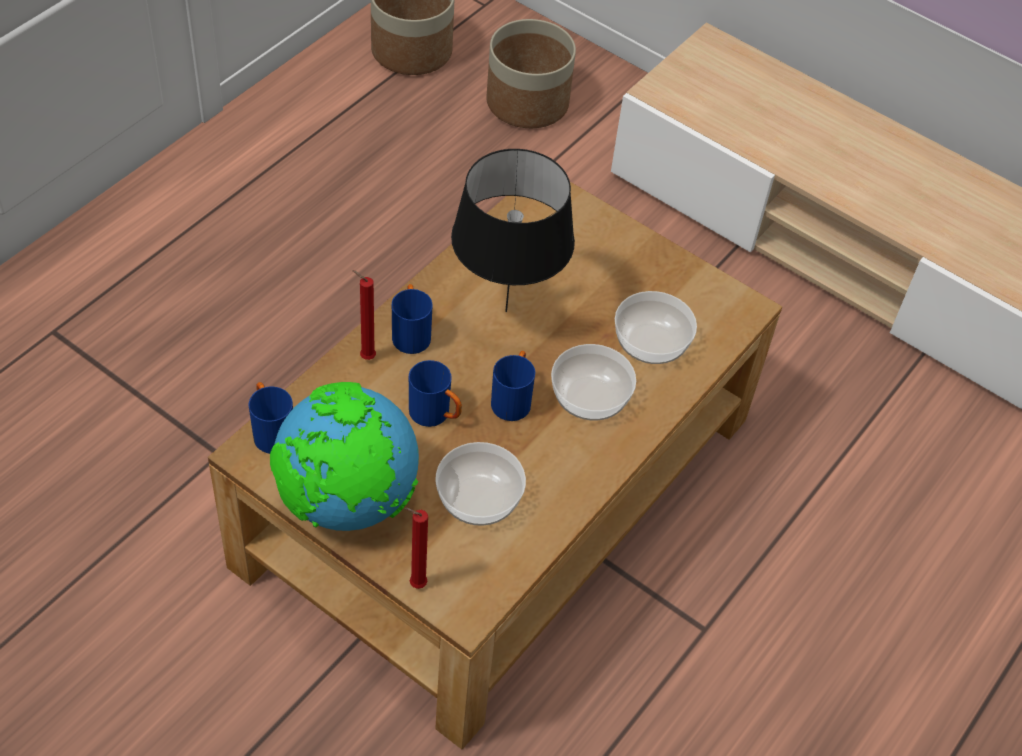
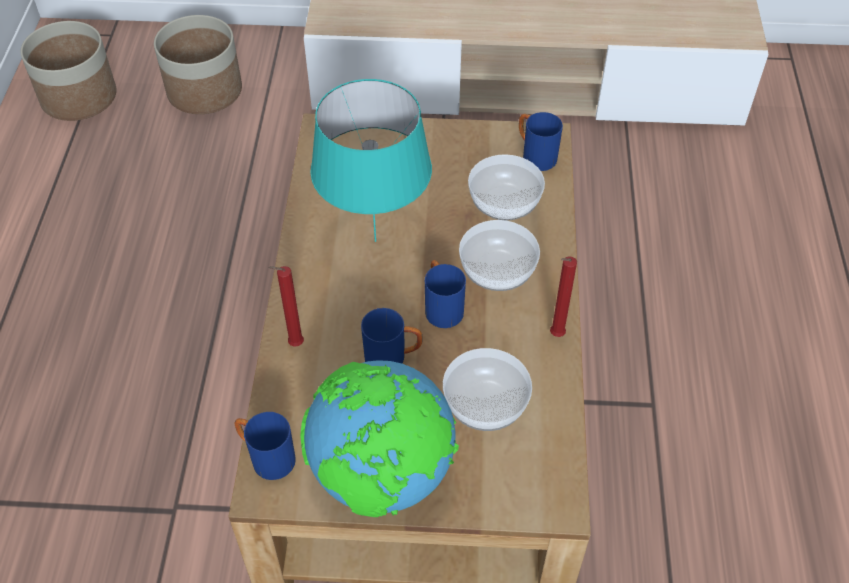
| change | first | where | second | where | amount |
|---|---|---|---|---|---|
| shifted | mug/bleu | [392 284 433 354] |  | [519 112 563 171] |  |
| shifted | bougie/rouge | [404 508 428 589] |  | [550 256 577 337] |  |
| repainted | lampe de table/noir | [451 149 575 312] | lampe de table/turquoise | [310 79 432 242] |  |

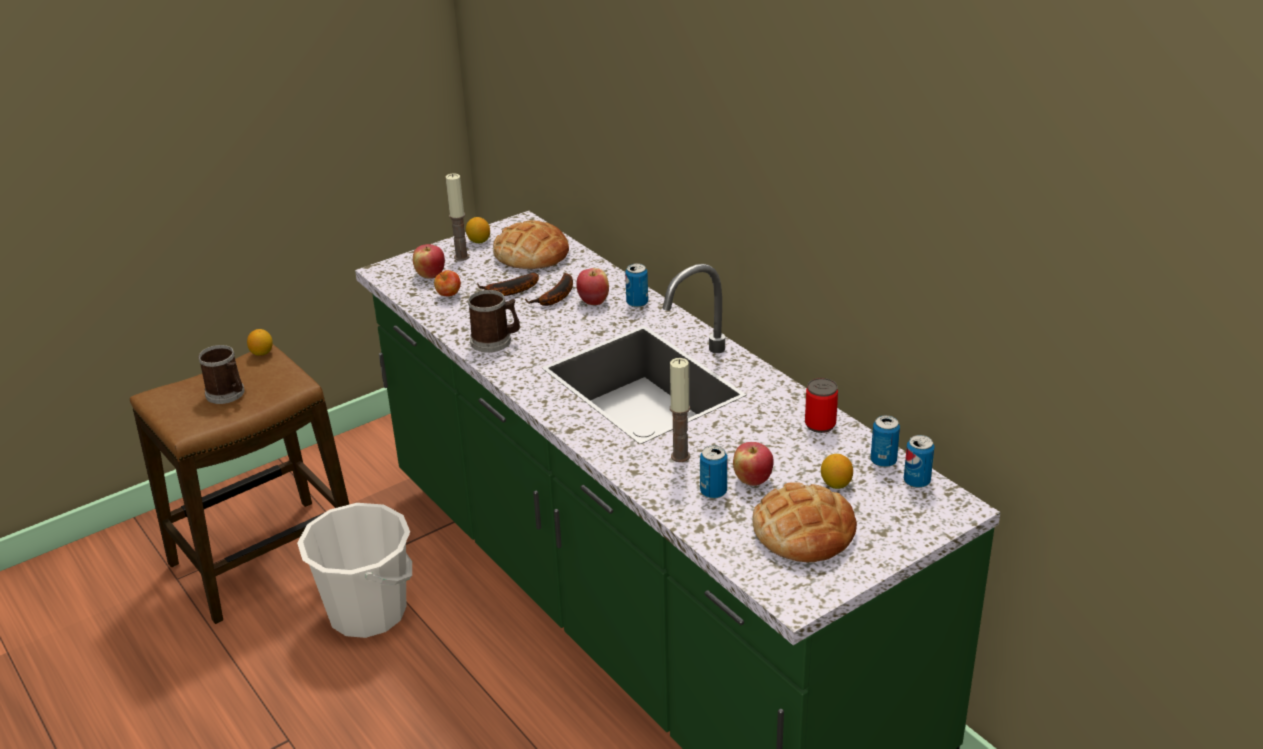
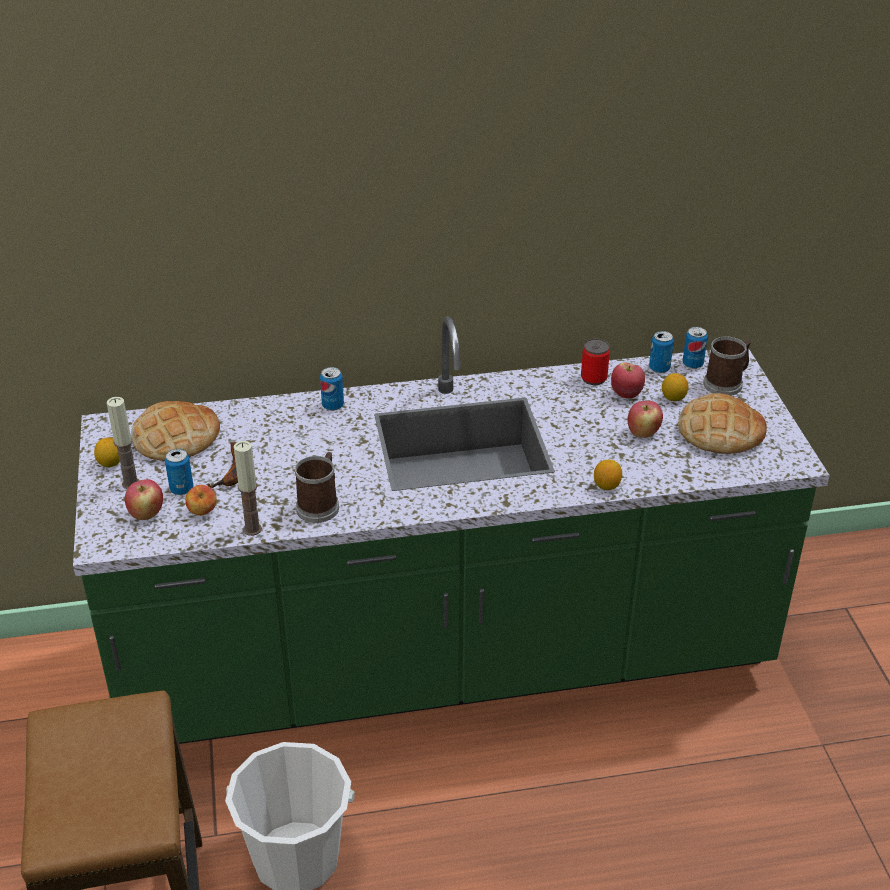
| change | first | where | second | where | amount |
|---|---|---|---|---|---|
| gone | banane | [524 273 573 306] |  |  |  |
| shifted | mug | [198 345 244 404] |  | [704 337 751 396] |  |
| shifted | citron | [247 329 273 356] |  | [594 460 622 490] |  |
| shifted | pomme | [576 268 609 305] |  | [611 362 645 399] |  |
| shifted | bougie | [670 358 690 462] |  | [234 441 262 536] |  |
| shifted | boîte métallique | [700 445 727 499] |  | [165 449 194 495] |  |

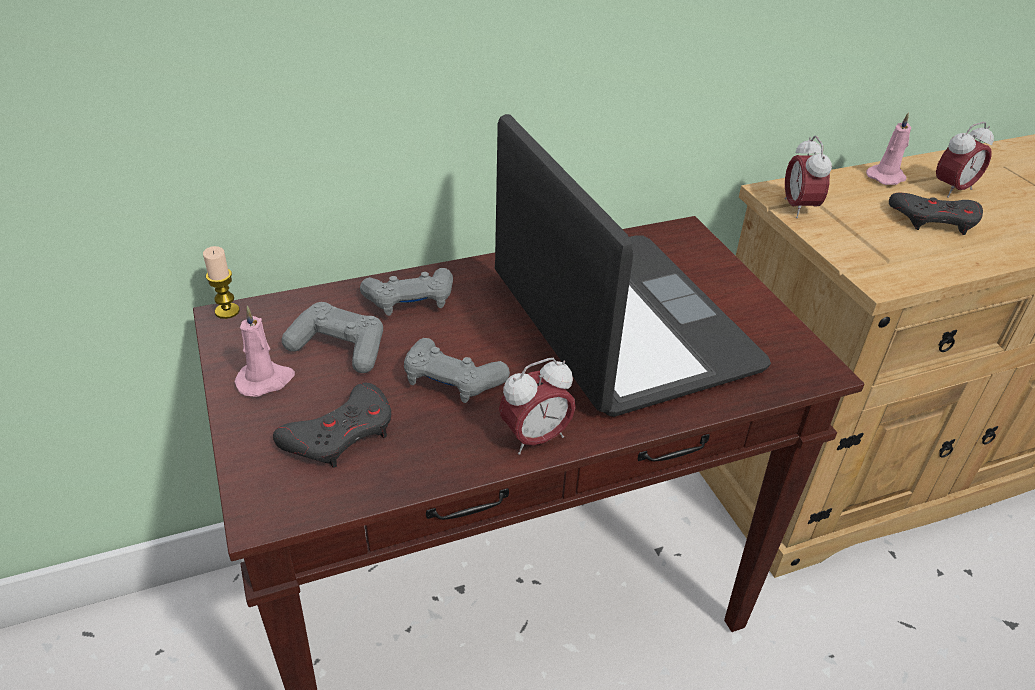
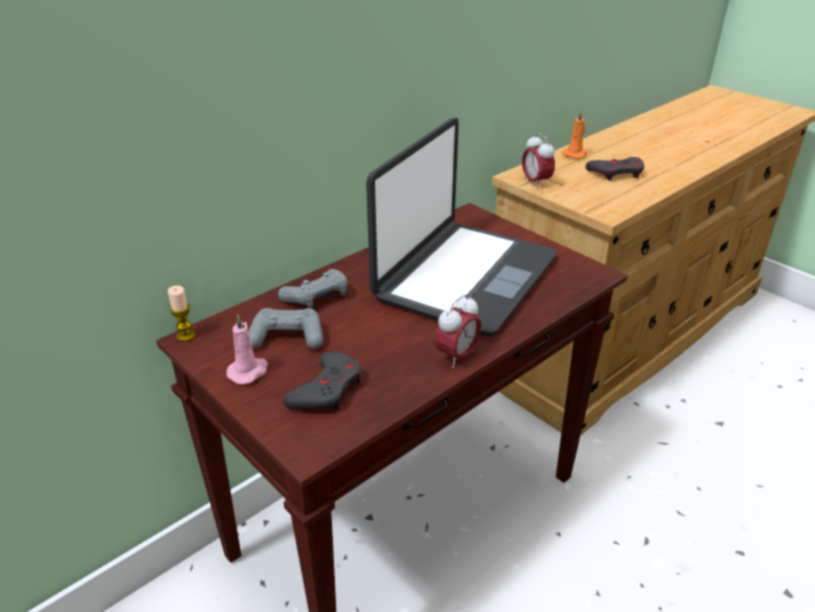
| change | first | where | second | where | amount |
|---|---|---|---|---|---|
| gone | manette/gris | [404 338 510 403] |  |  |  |
| gone | réveil | [936 122 994 198] |  |  |  |
| repainted | bougie/rose | [866 112 911 185] | bougie/orange | [562 111 587 159] |  |
| rotated | ordinateur portable | [495 114 771 417] |  | [366 118 557 336] | 75 degrees clockwise |

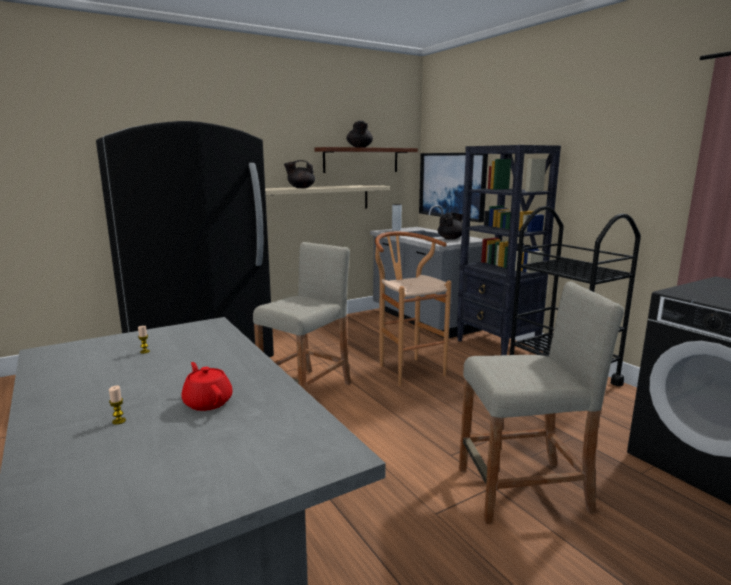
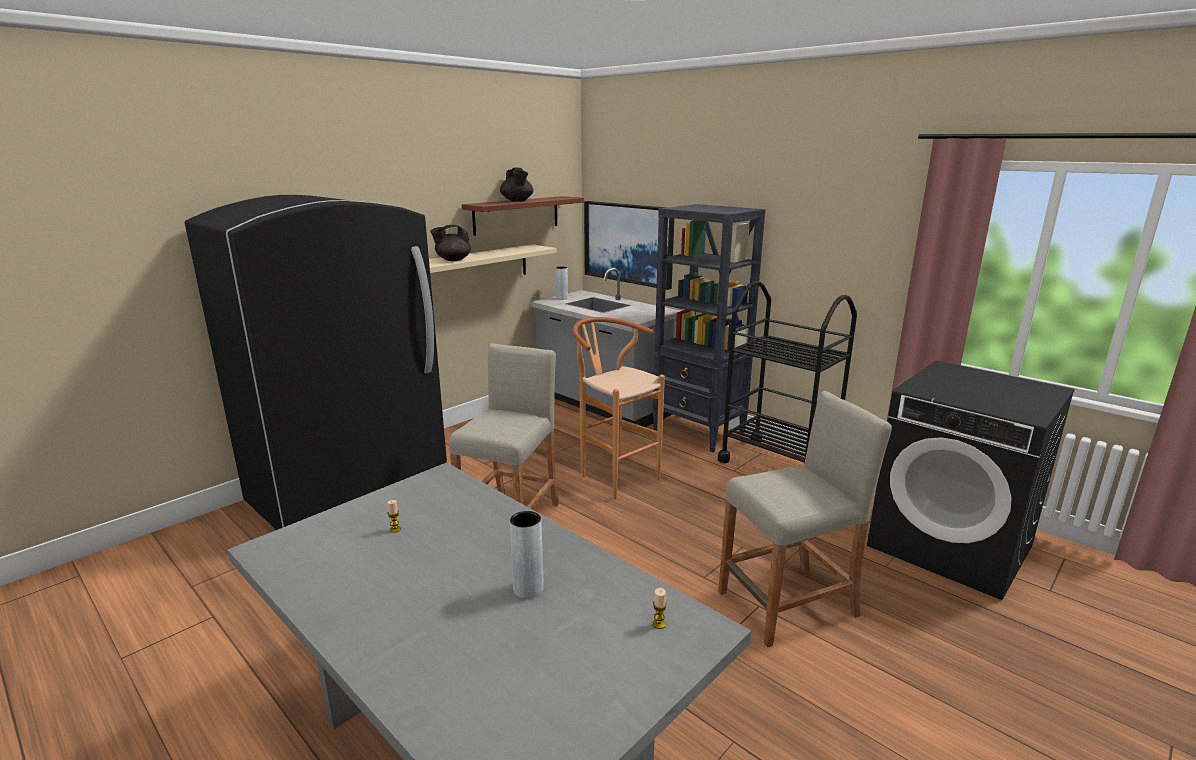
| change | first | where | second | where | amount |
|---|---|---|---|---|---|
| gone | théière/noir | [438 212 463 240] |  |  |  |
| shifted | bougie | [109 385 126 425] |  | [652 588 667 629] |  |
| swapped | théière/rouge | [181 362 232 411] | vase/gris | [510 511 544 599] |  |

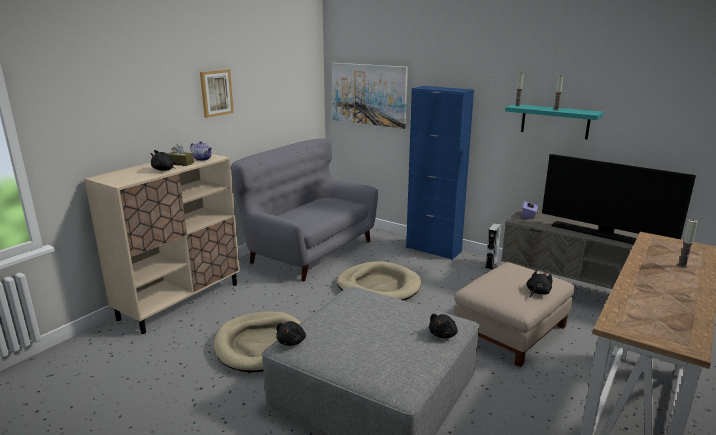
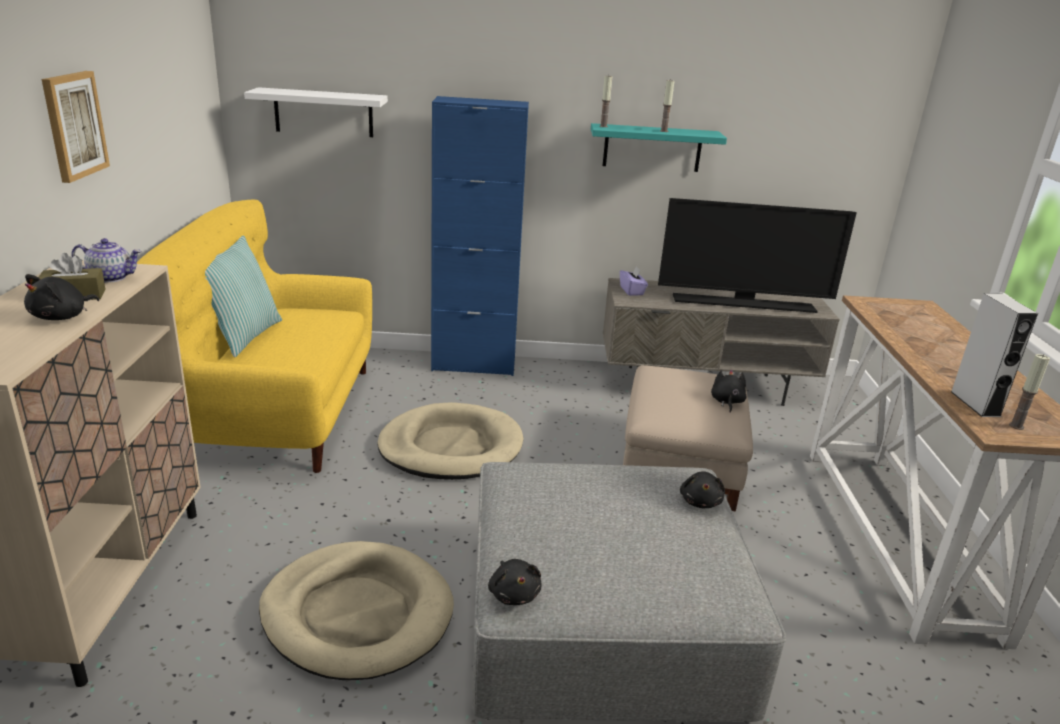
| change | first | where | second | where | amount |
|---|---|---|---|---|---|
| new |  |  | coussin | [205 235 282 357] |  |
| shifted | enceinte/gris | [485 223 501 270] |  | [951 293 1038 417] |  |
| shifted | bougie | [678 220 698 268] |  | [1009 354 1050 430] |  |
| swapped | tableau | [332 63 408 129] | étagère/blanc | [244 87 388 137] |  |
| repainted | canapé/gris | [231 138 378 282] | canapé/jaune | [137 200 372 473] |  |

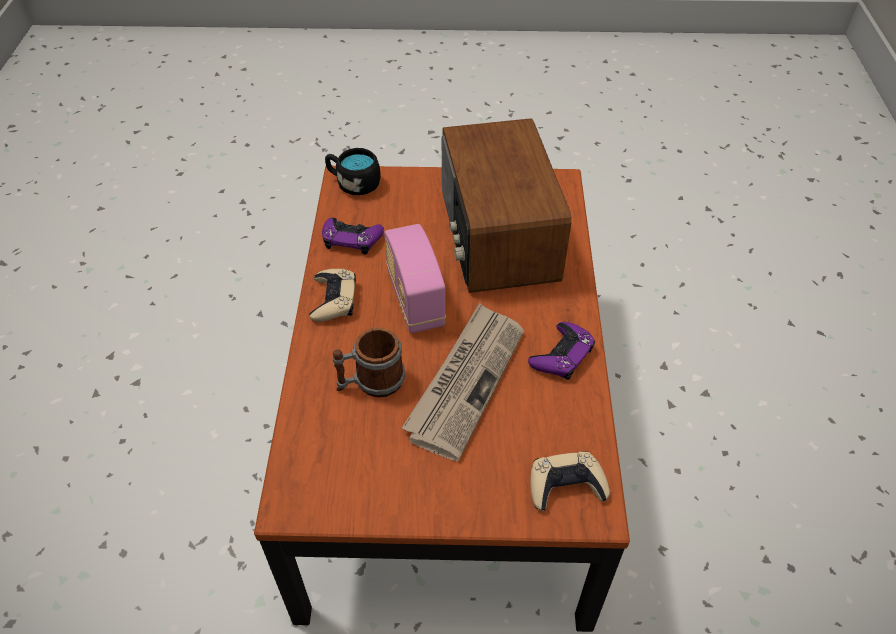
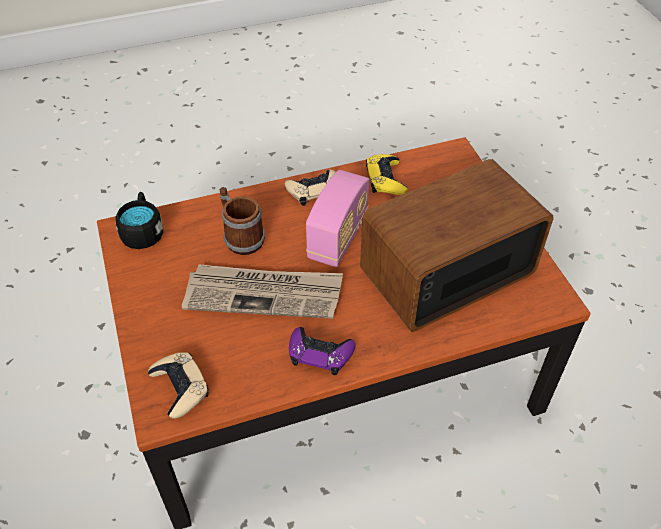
| change | first | where | second | where | amount |
|---|---|---|---|---|---|
| shifted | mug/noir | [325 148 380 195] |  | [116 192 163 249] |  |
| repainted | manette/violet | [322 218 384 255] | manette/jaune | [366 154 408 195] |  |
| rotated | radio | [384 224 446 333] |  | [306 170 369 267] | 150 degrees clockwise |

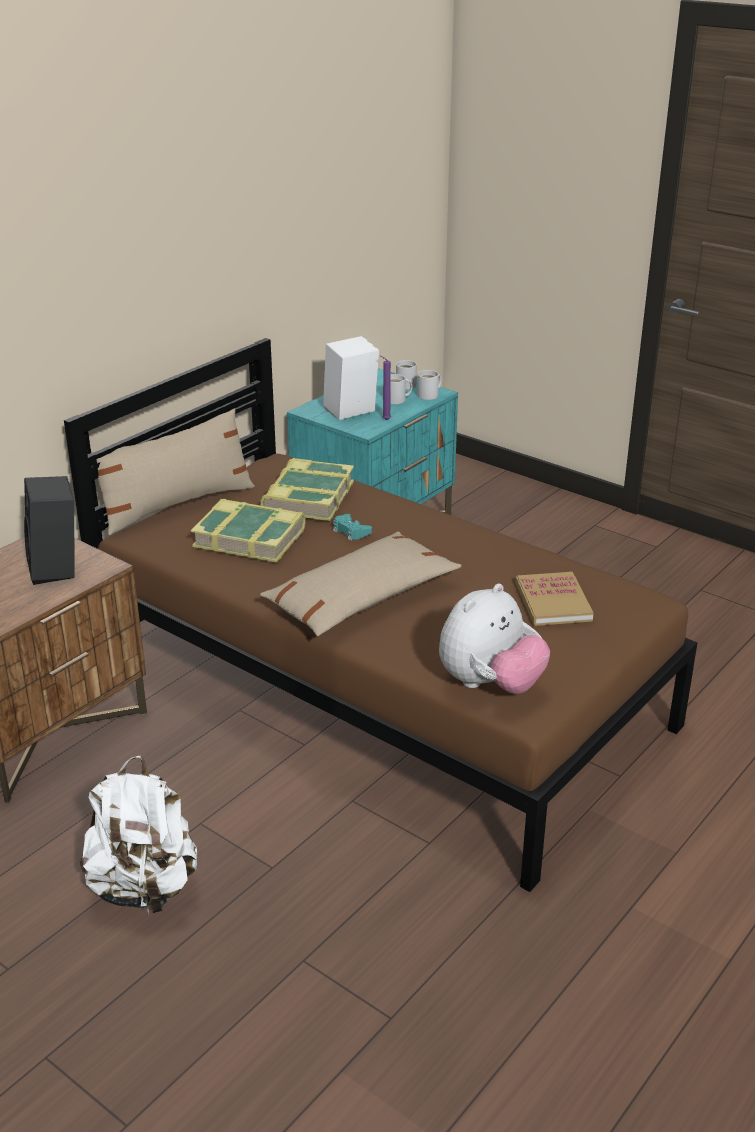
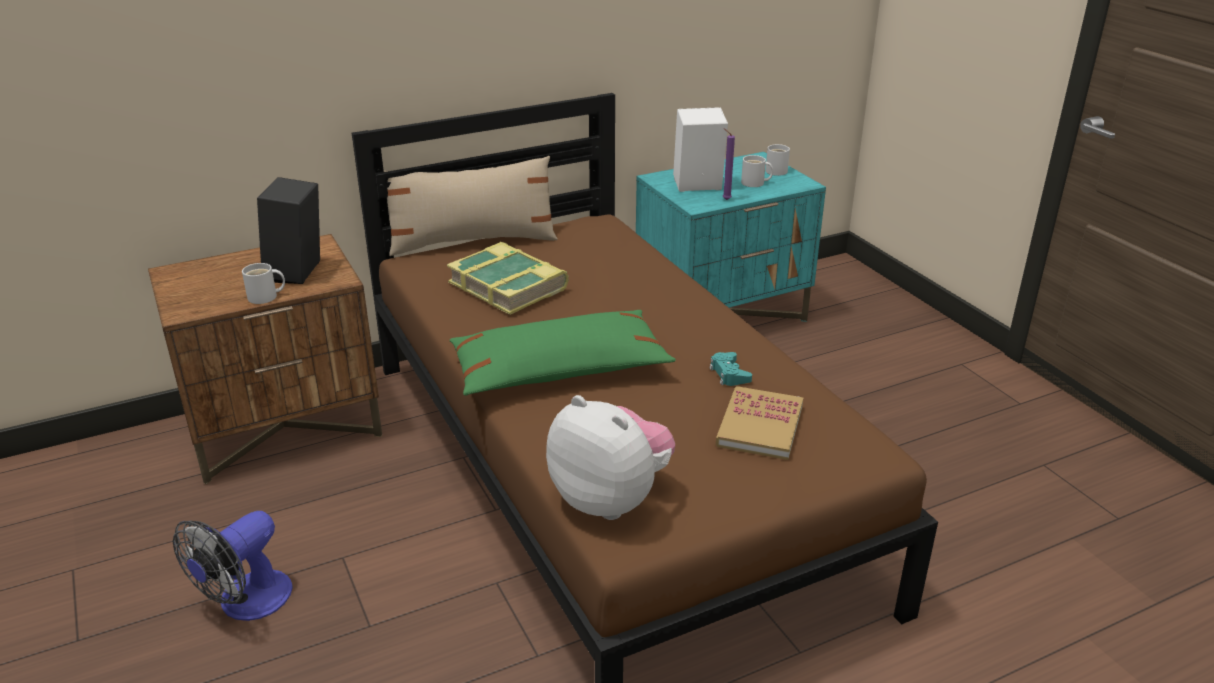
| change | first | where | second | where | amount |
|---|---|---|---|---|---|
| gone | livre | [260 458 354 521] |  |  |  |
| shifted | manette/turquoise | [333 514 372 541] |  | [710 352 752 386] |  |
| shifted | mug/blanc | [417 370 441 400] |  | [242 263 285 304] |  |
| swapped | sac à dos/blanc | [79 756 197 916] | ventilateur | [173 511 293 621] |  |
| repainted | coussin/beige | [260 532 462 636] | coussin/vert | [450 310 676 396] |  |
| rotated | peluche | [439 584 550 694] |  | [546 395 675 520] | 120 degrees counterclockwise |

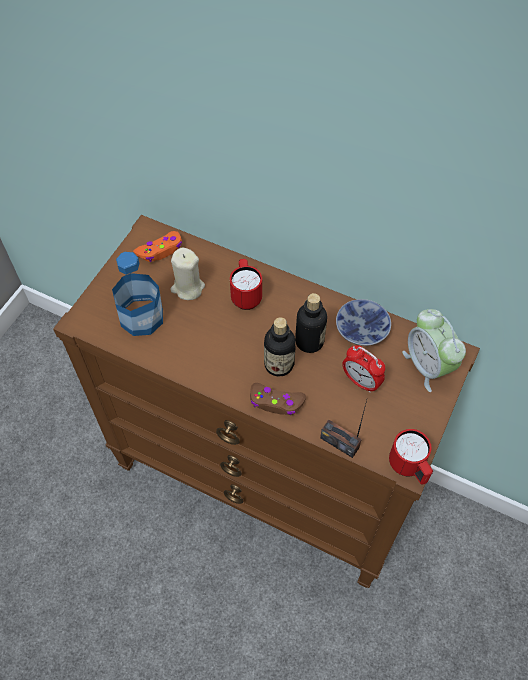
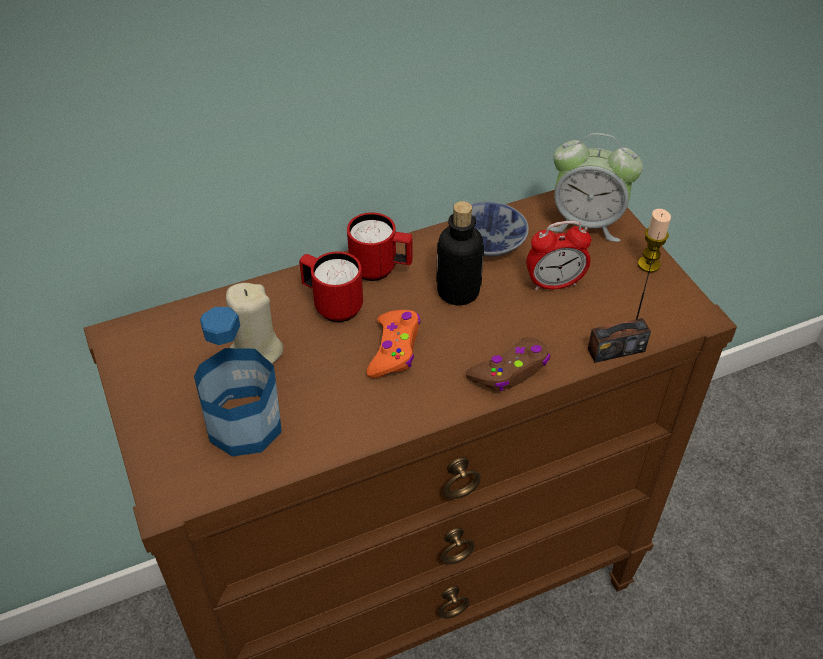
| change | first | where | second | where | amount |
|---|---|---|---|---|---|
| gone | bouteille | [264 317 296 377] |  |  |  |
| new |  |  | bougie | [638 209 671 273] |  |
| shifted | manette/orange | [133 231 182 262] |  | [367 310 421 378] |  |
| shifted | mug/rouge | [389 429 433 485] |  | [347 212 412 281] |  |

